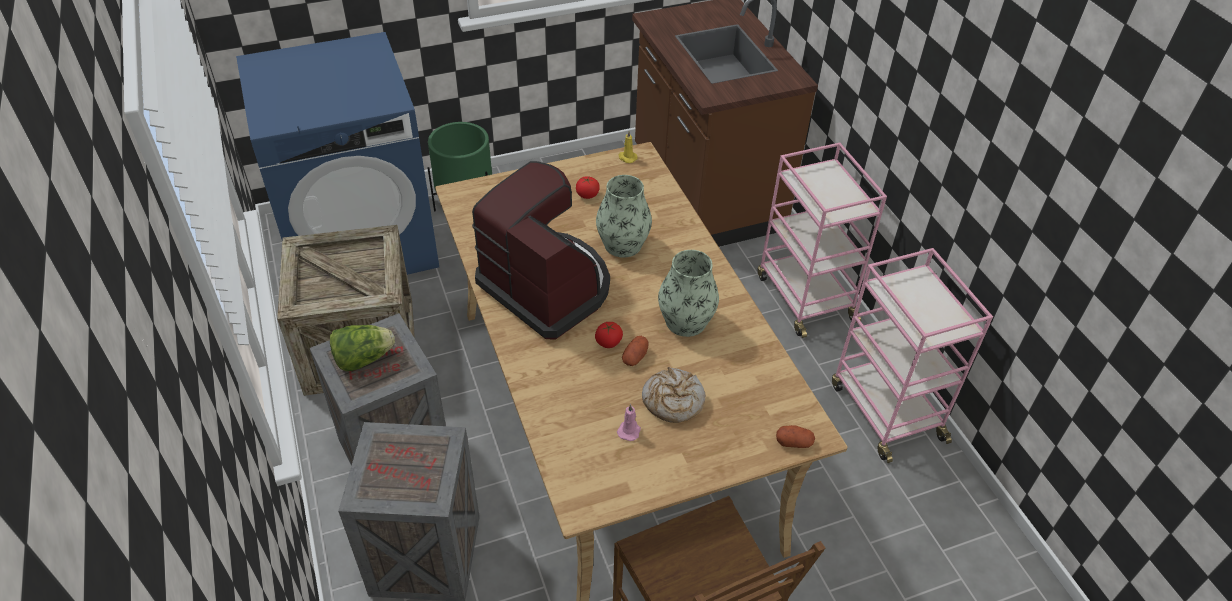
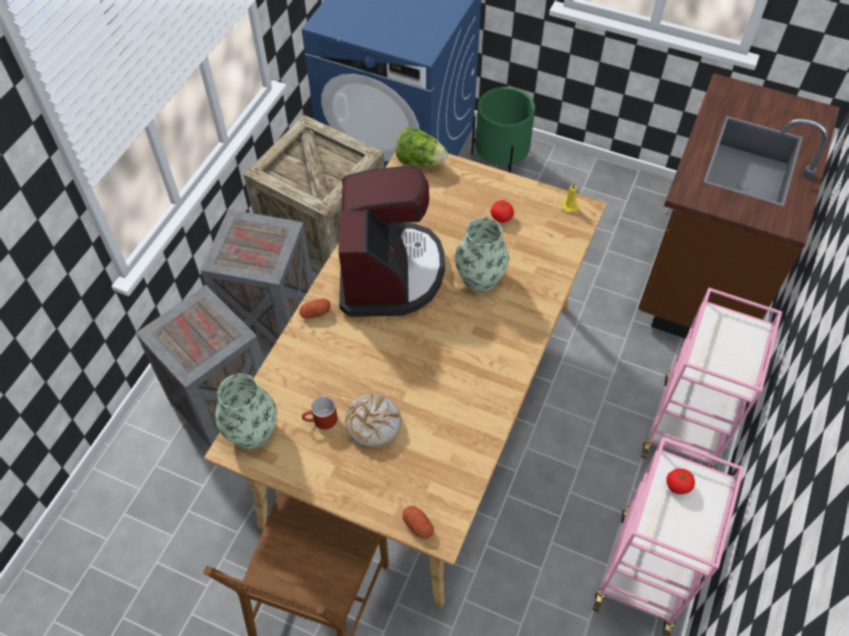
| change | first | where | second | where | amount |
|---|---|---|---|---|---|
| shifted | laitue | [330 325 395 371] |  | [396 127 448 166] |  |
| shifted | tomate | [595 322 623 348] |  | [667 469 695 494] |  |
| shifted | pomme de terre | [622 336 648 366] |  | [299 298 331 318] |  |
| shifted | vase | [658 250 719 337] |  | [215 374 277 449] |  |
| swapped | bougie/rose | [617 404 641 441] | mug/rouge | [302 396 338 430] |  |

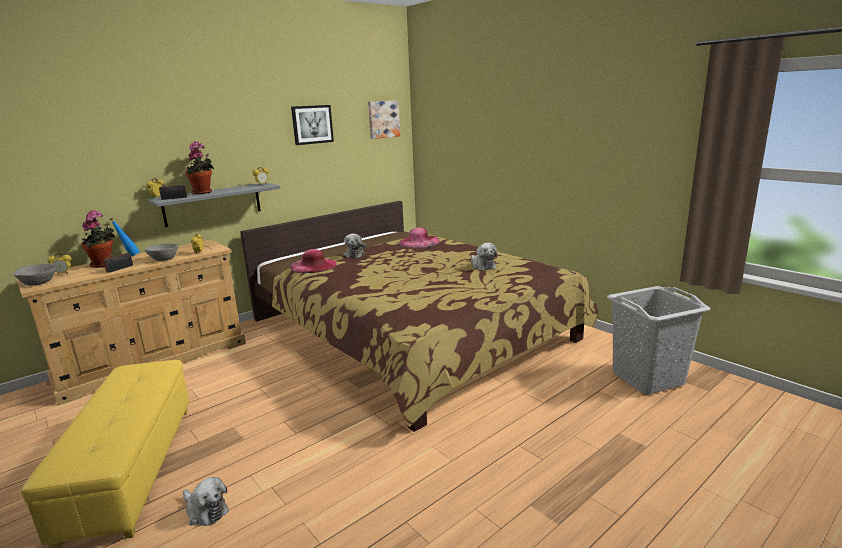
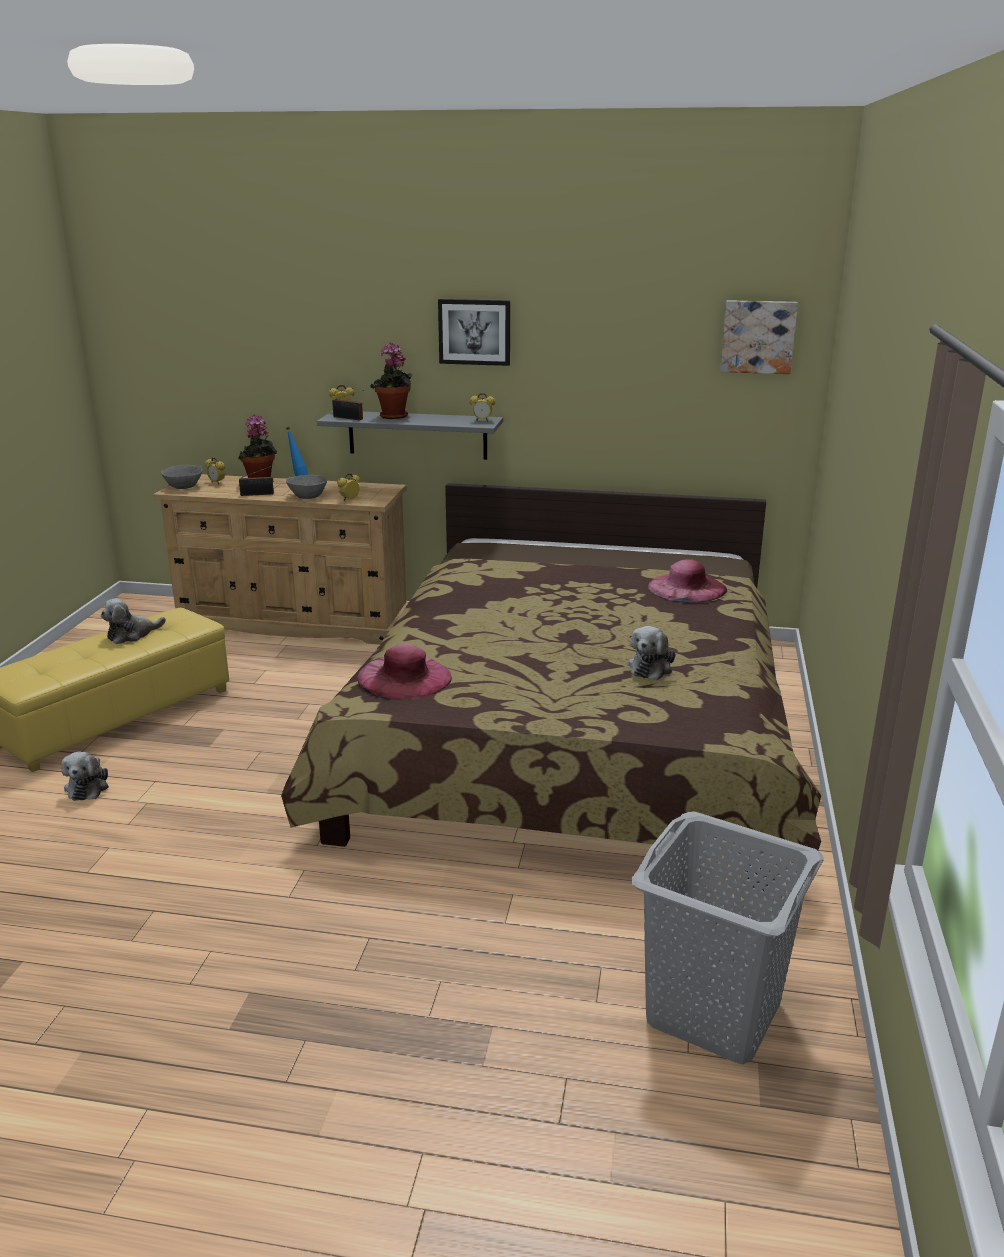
| change | first | where | second | where | amount |
|---|---|---|---|---|---|
| shifted | chapeau/rose | [290 249 337 273] |  | [357 644 452 700] |  |
| shifted | tableau | [291 105 334 145] |  | [438 299 510 366] |  |
| shifted | peluche | [344 234 366 258] |  | [101 598 166 644] |  |

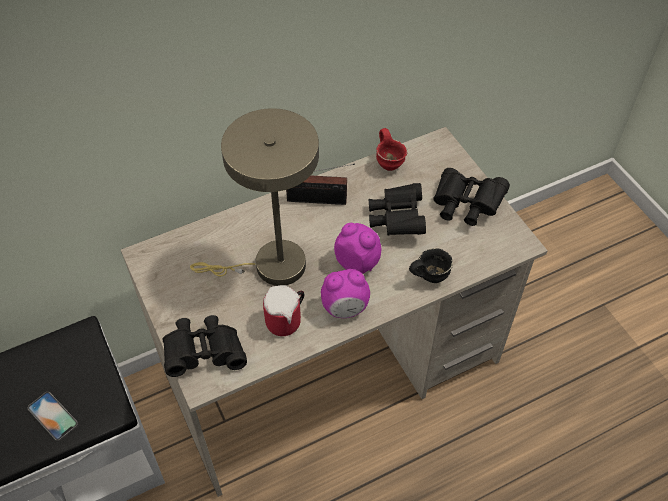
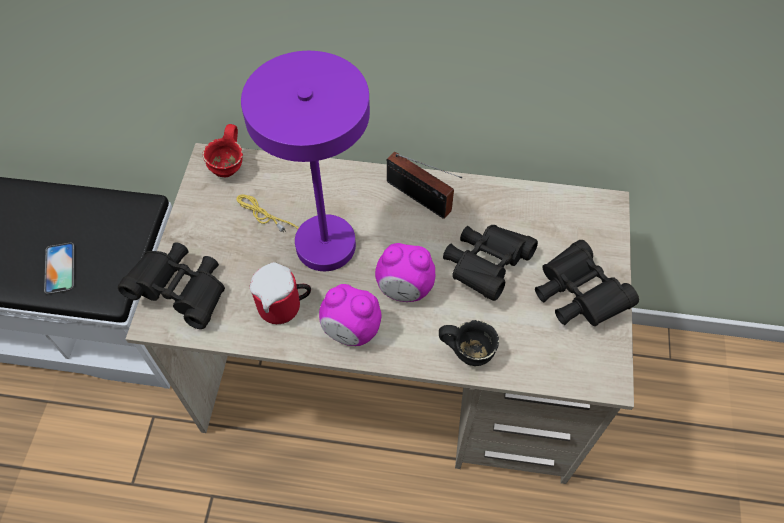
| change | first | where | second | where | amount |
|---|---|---|---|---|---|
| shifted | mug/rouge | [376 128 408 171] |  | [202 124 243 177] |  |
| repainted | lampe de table/beige | [190 108 319 286] | lampe de table/violet | [236 51 370 271] |  |
| rotated | réveil | [334 223 381 274] |  | [375 243 435 302] | 120 degrees clockwise |

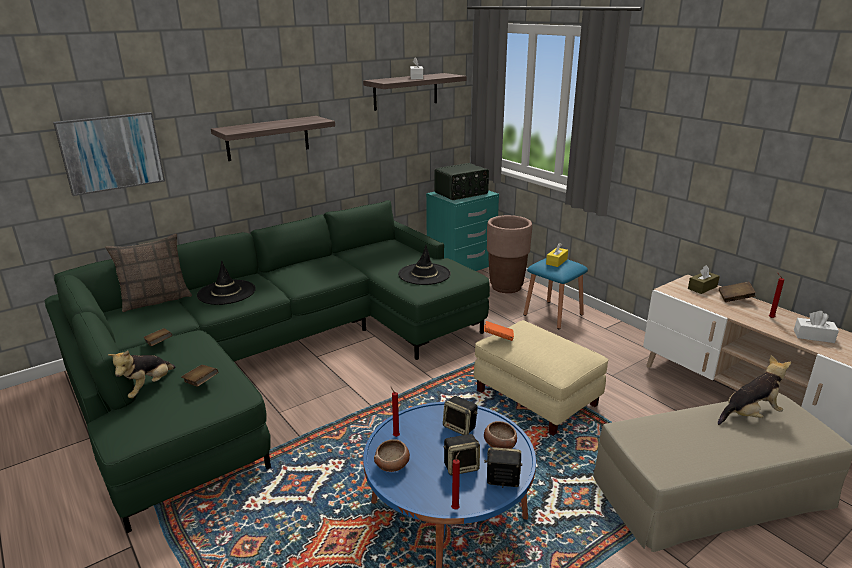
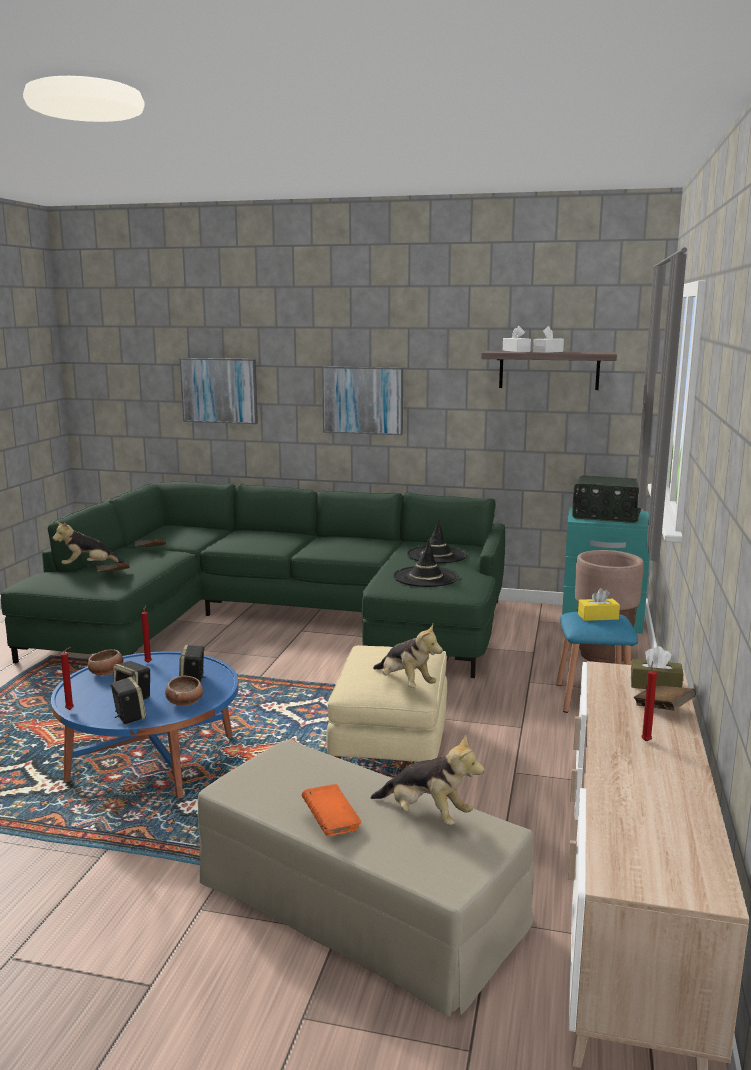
| change | first | where | second | where | amount |
|---|---|---|---|---|---|
| gone | coussin | [105 234 192 312] |  |  |  |
| new |  |  | peluche | [373 624 443 688] |  |
| shifted | chapeau/noir | [197 260 256 305] |  | [407 519 467 563] |  |
| shifted | livre/orange | [484 321 514 341] |  | [302 784 362 836] |  |
| shifted | boîte à mouchoirs/blanc | [794 311 839 343] |  | [503 326 531 352] |  |
| swapped | étagère | [211 116 335 161] | tableau | [322 366 403 435] |  |

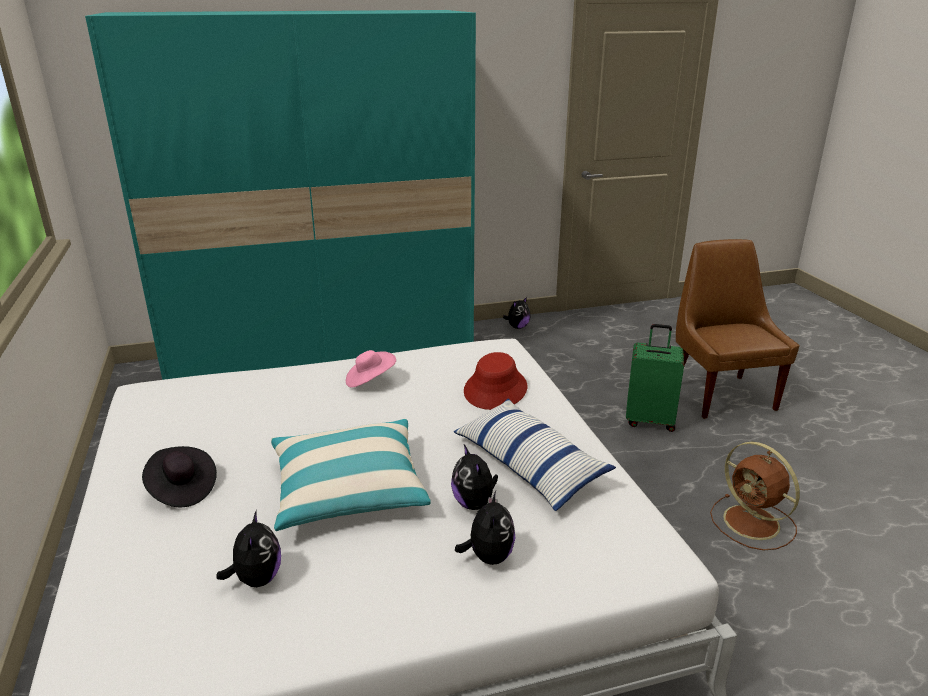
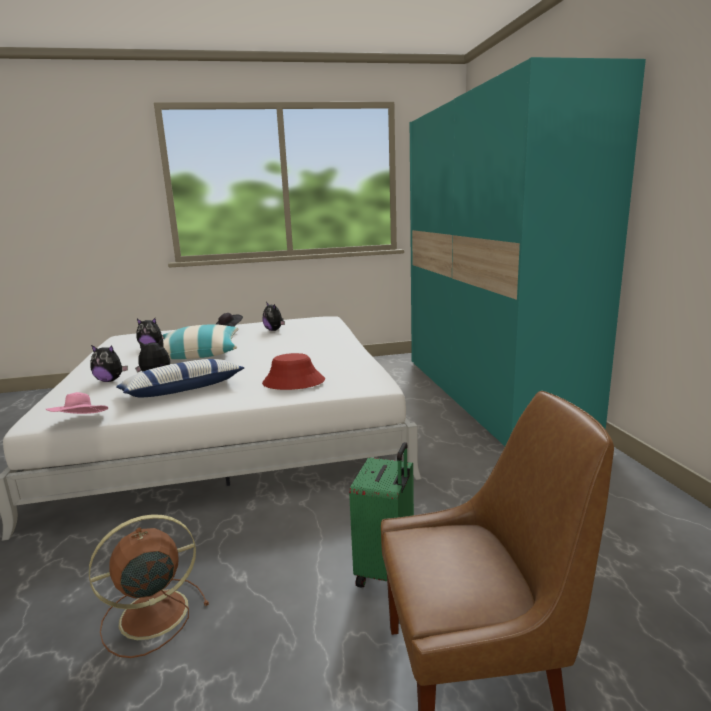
| change | first | where | second | where | amount |
|---|---|---|---|---|---|
| shifted | chapeau/rose | [346 350 396 388] |  | [45 392 108 414] |  |
| shifted | peluche | [503 297 531 329] |  | [262 302 285 331] |  |

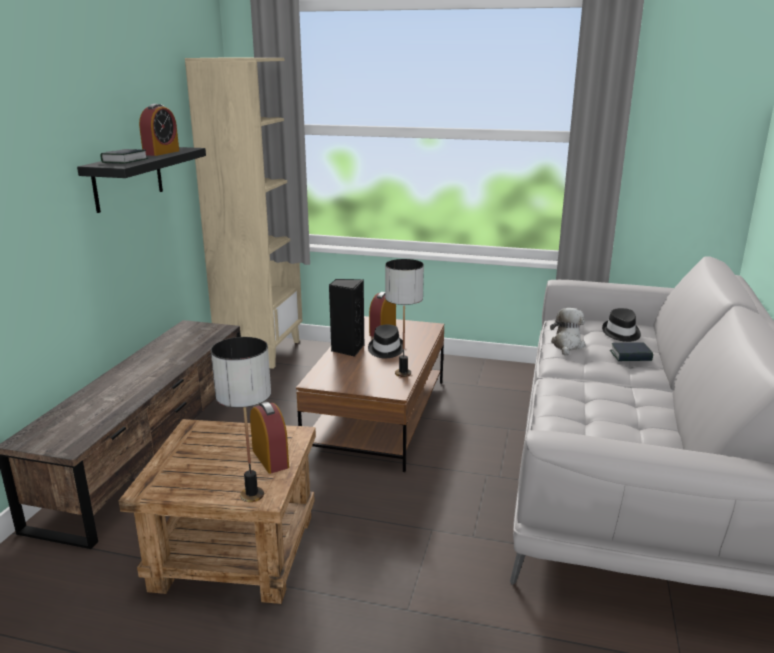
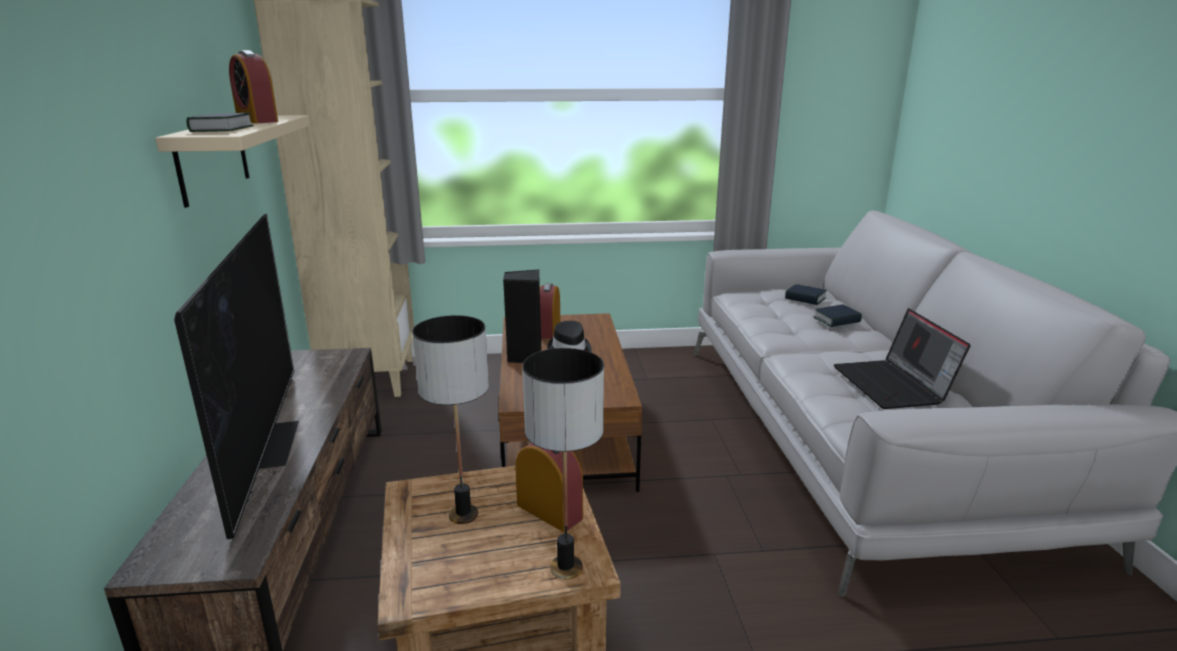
| change | first | where | second | where | amount |
|---|---|---|---|---|---|
| gone | peluche | [550 308 586 356] |  |  |  |
| new |  |  | téléviseur | [174 214 299 539] |  |
| new |  |  | ordinateur portable | [834 308 971 409] |  |
| shifted | lampe de table | [385 259 424 377] |  | [412 315 489 524] |  |
| swapped | chapeau/noir | [602 308 641 342] | livre | [785 284 827 305] |  |
| repainted | étagère/noir | [77 147 206 213] | étagère/beige | [155 115 310 208] |  |
| rotated | réveil | [139 104 179 156] |  | [229 50 278 124] | 135 degrees clockwise |

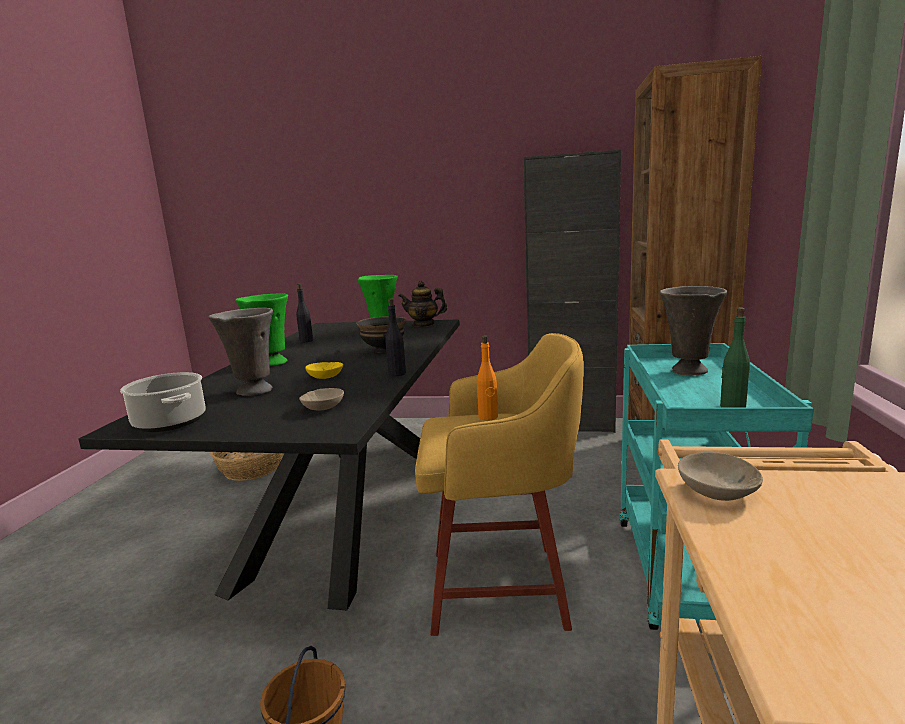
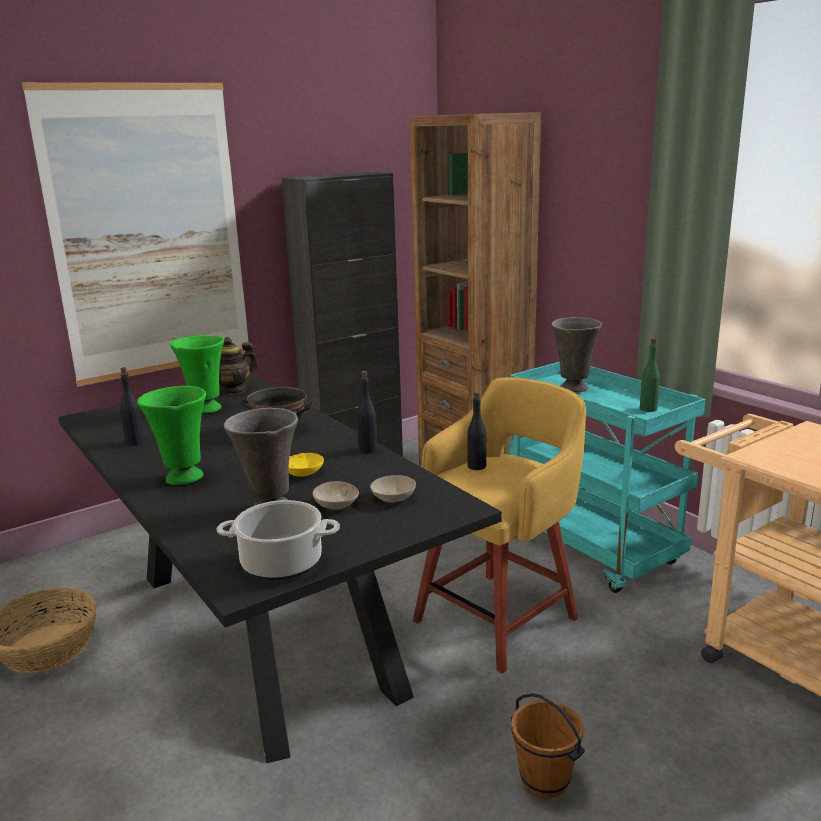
| change | first | where | second | where | amount |
|---|---|---|---|---|---|
| new |  |  | tableau | [22 82 248 387] |  |
| shifted | bol/beige | [678 452 763 501] |  | [313 481 359 509] |  |
| repainted | bouteille/orange | [477 335 498 421] | bouteille/noir | [467 391 487 470] |  |

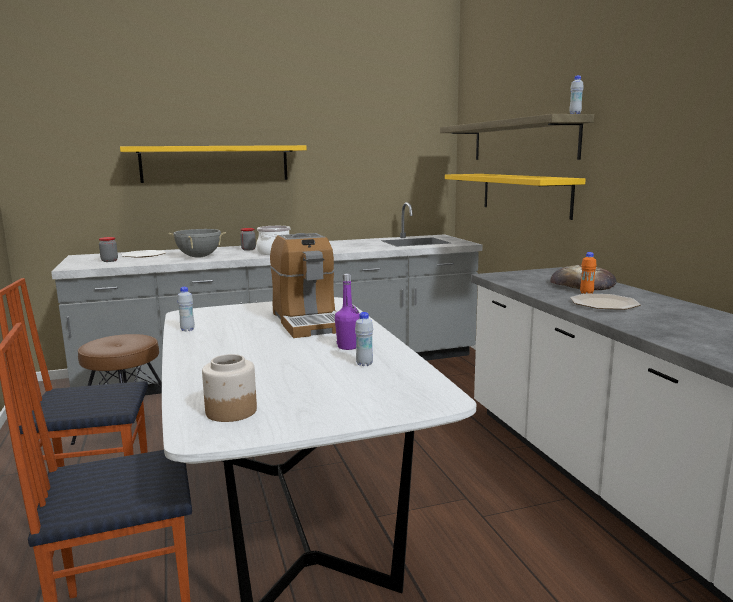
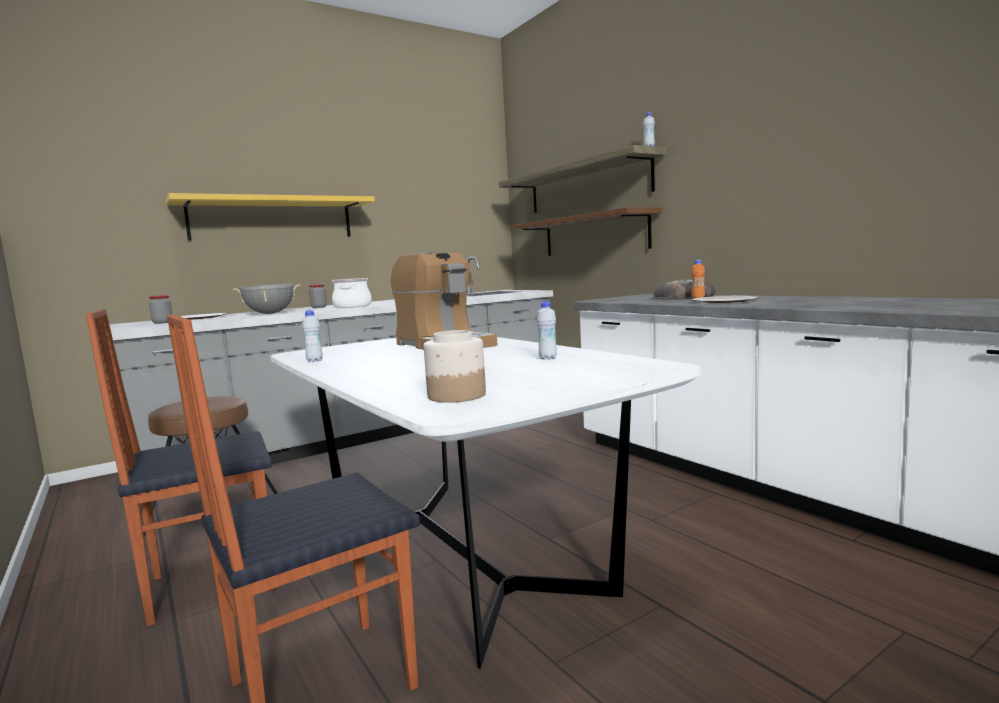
| change | first | where | second | where | amount |
|---|---|---|---|---|---|
| gone | bouteille/violet | [335 273 360 350] |  |  |  |
| repainted | étagère/jaune | [445 174 586 220] | étagère/marron | [510 207 662 256] |  |

